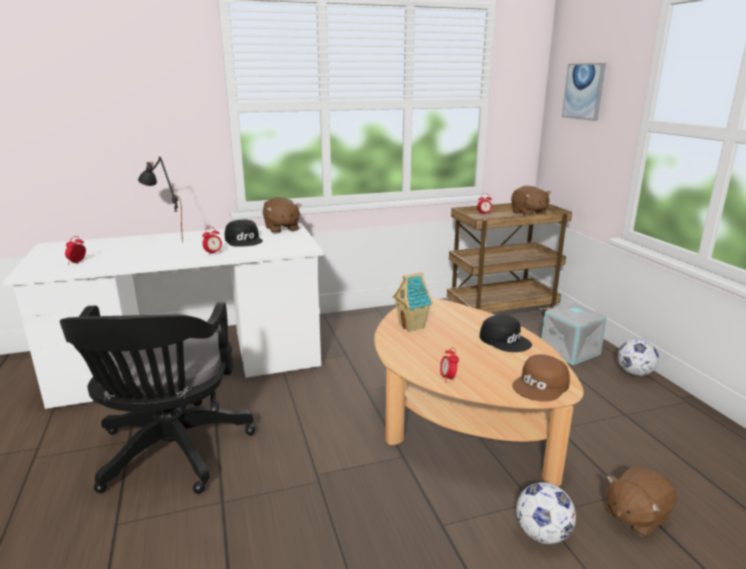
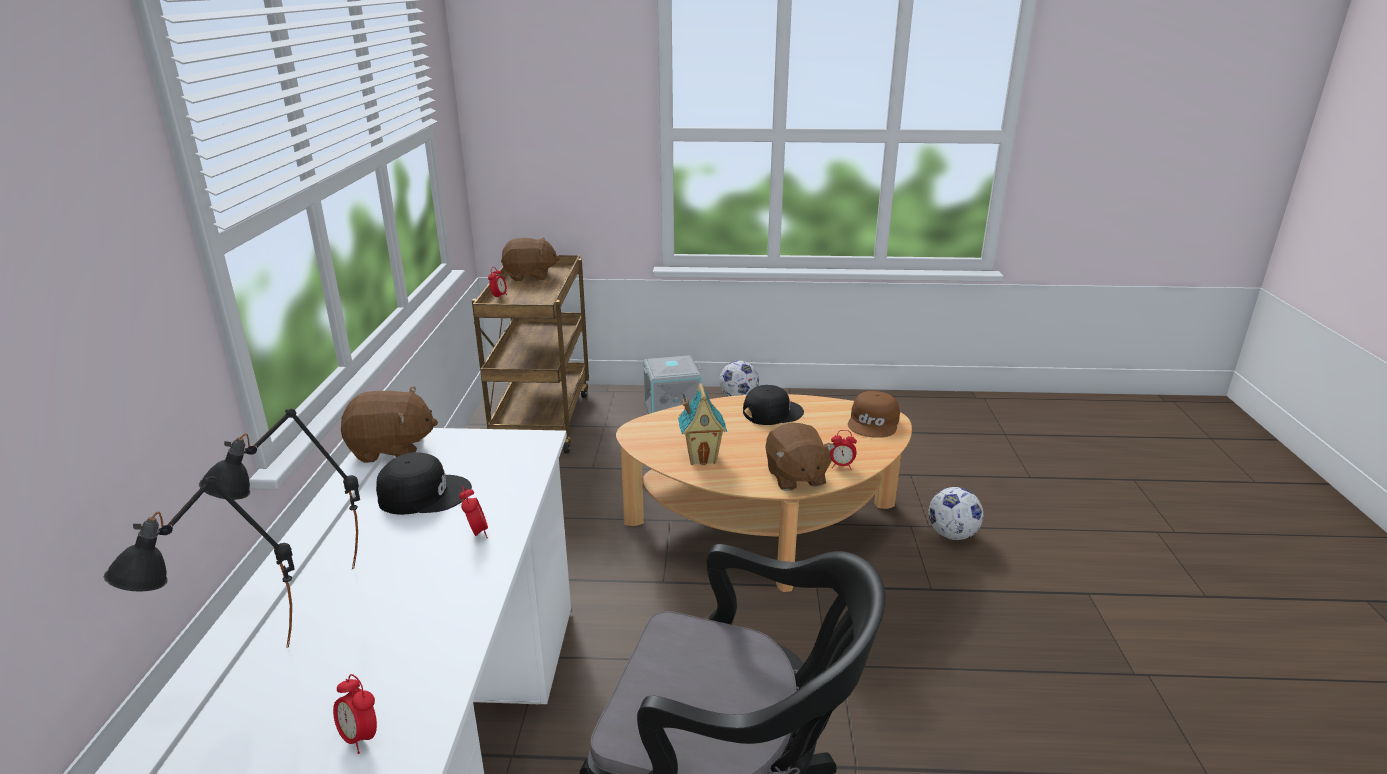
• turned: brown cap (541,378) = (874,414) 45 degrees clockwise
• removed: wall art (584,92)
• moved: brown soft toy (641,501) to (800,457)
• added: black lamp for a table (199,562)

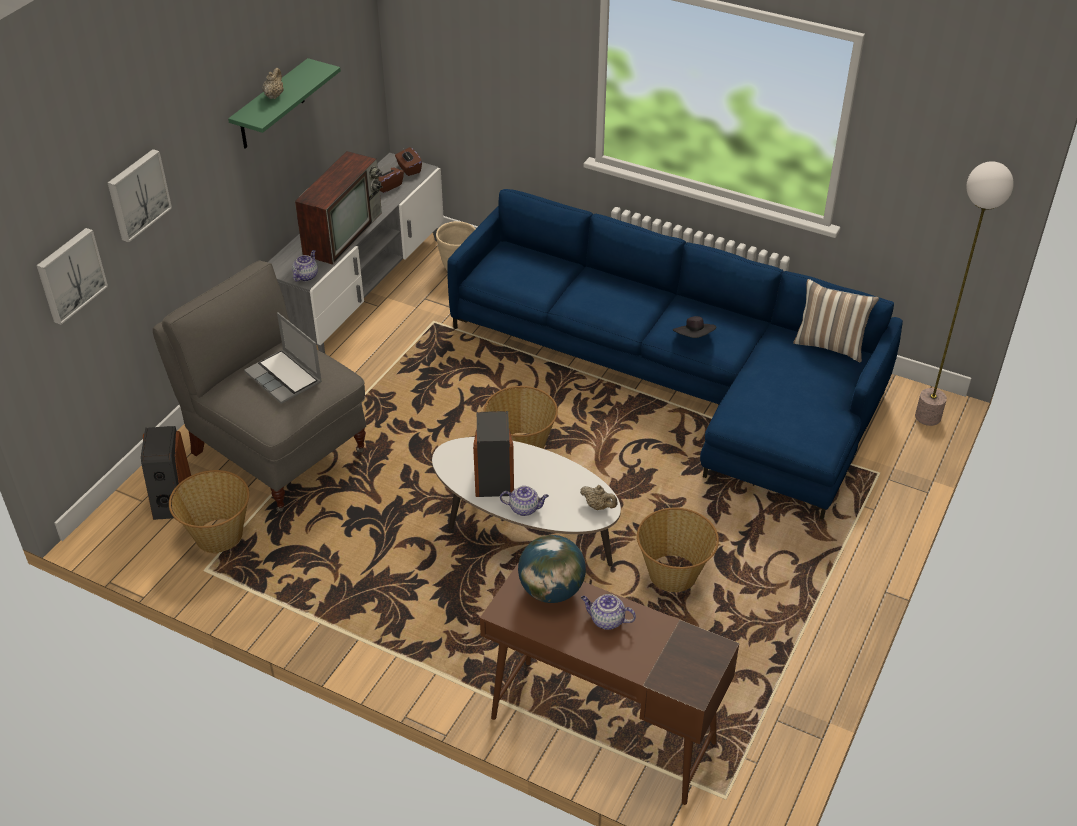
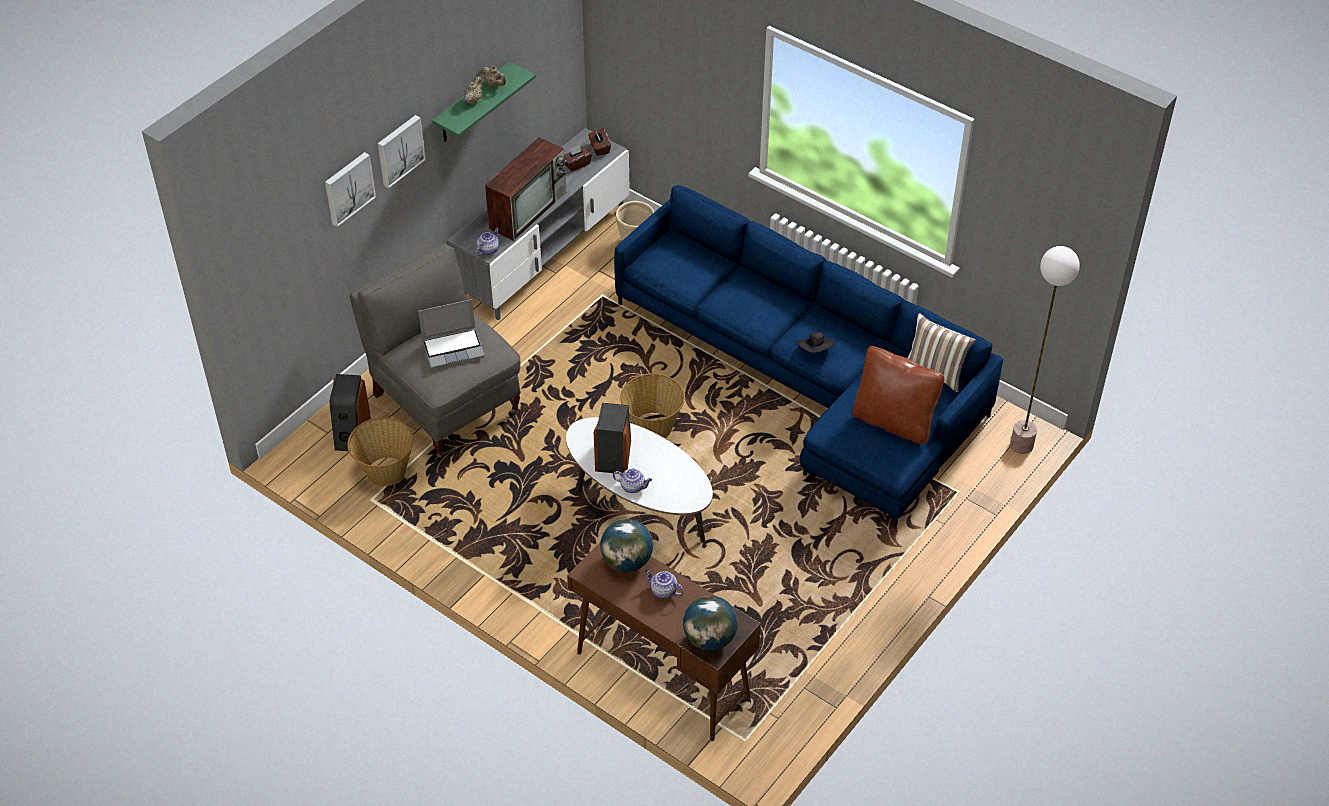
• moved: wall art (72,276) to (402,151)
• turned: notebook computer (283,358) = (451,334) 75 degrees counterclockwise
• moved: beige tea pot (598,497) to (493,75)
• removed: basket (678,550)
• added: desk globe (710,623)
• added: brown pillow (898,395)

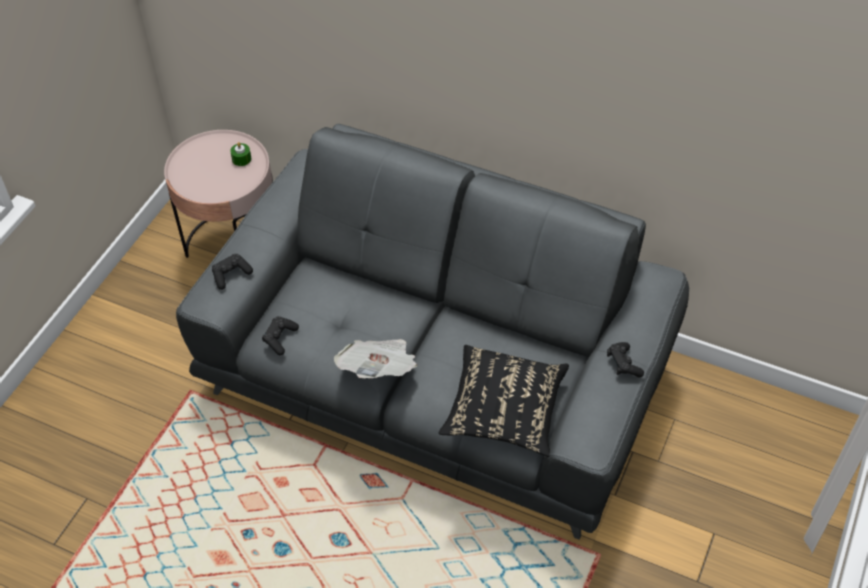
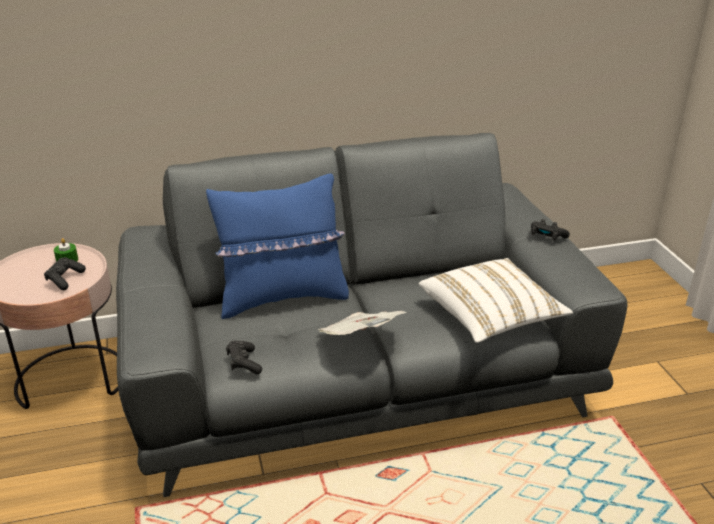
• moved: black game controller (232,272) to (65,273)
• recoloured: black pillow (504,401) to whitish pillow (495,300)
• added: bluish pillow (277,246)

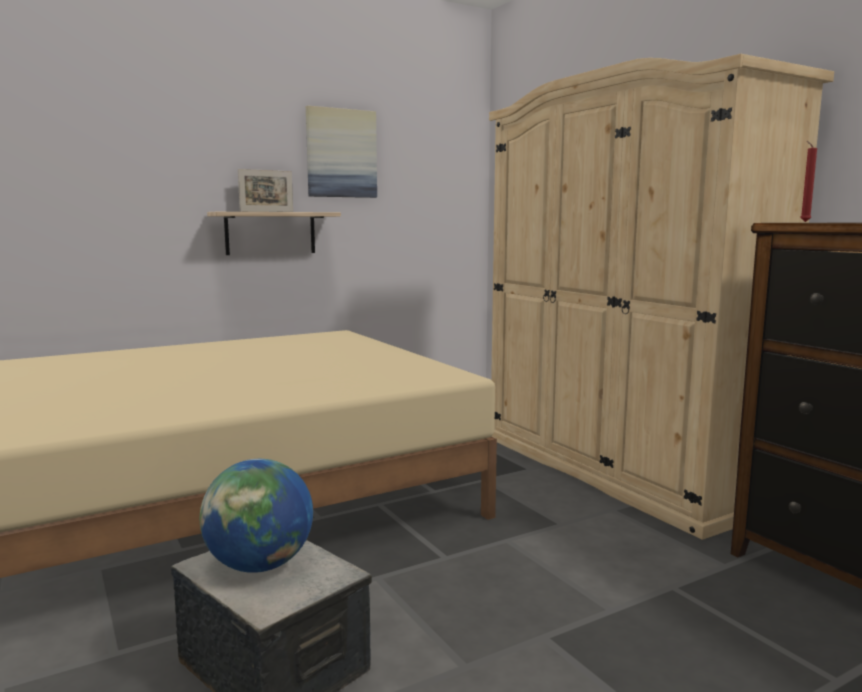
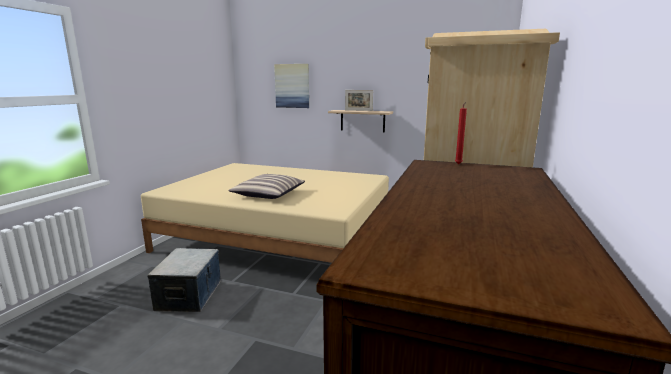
• removed: desk globe (256,516)
• moved: wall art (341,152) to (291,86)
• added: pillow (266,186)

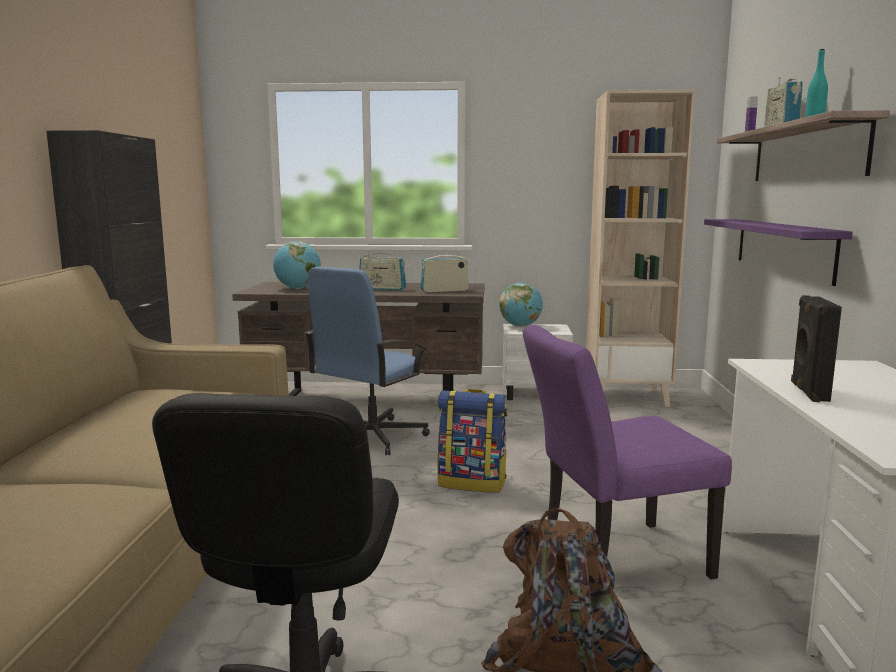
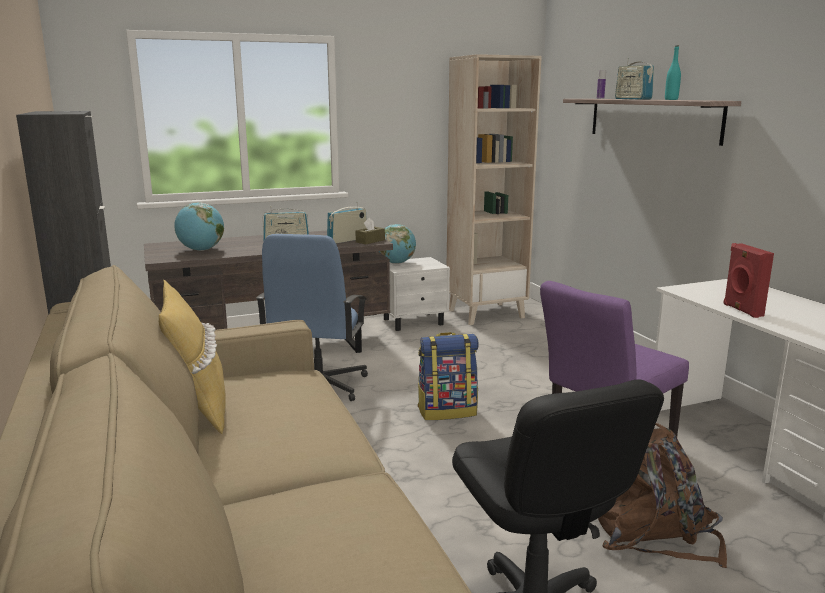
• removed: purplish wall shelf (778,252)
• recoloured: black speaker (816,348) to red speaker (749,280)
• added: yellow pillow (192,357)
• added: brown tissue holder (370,231)

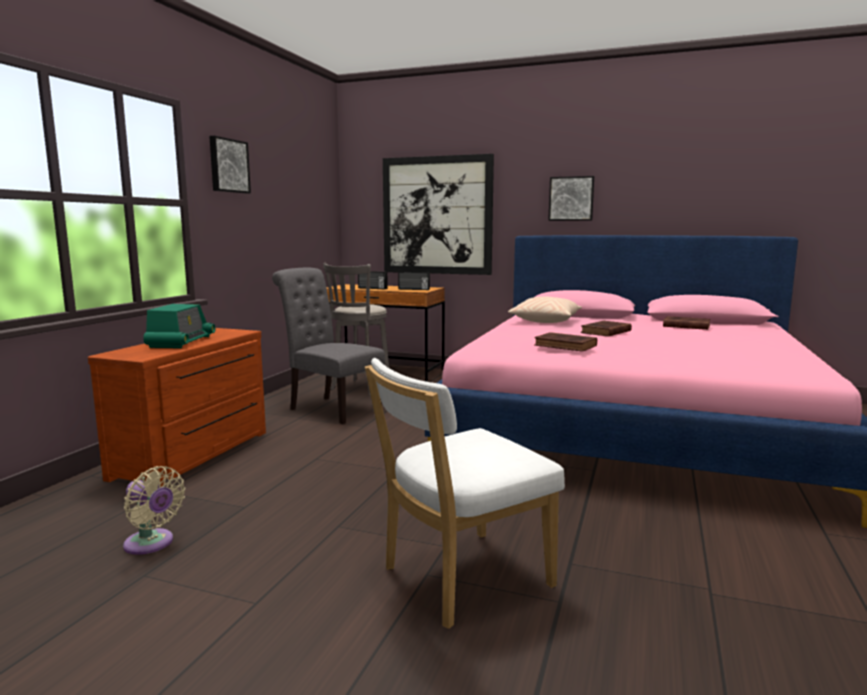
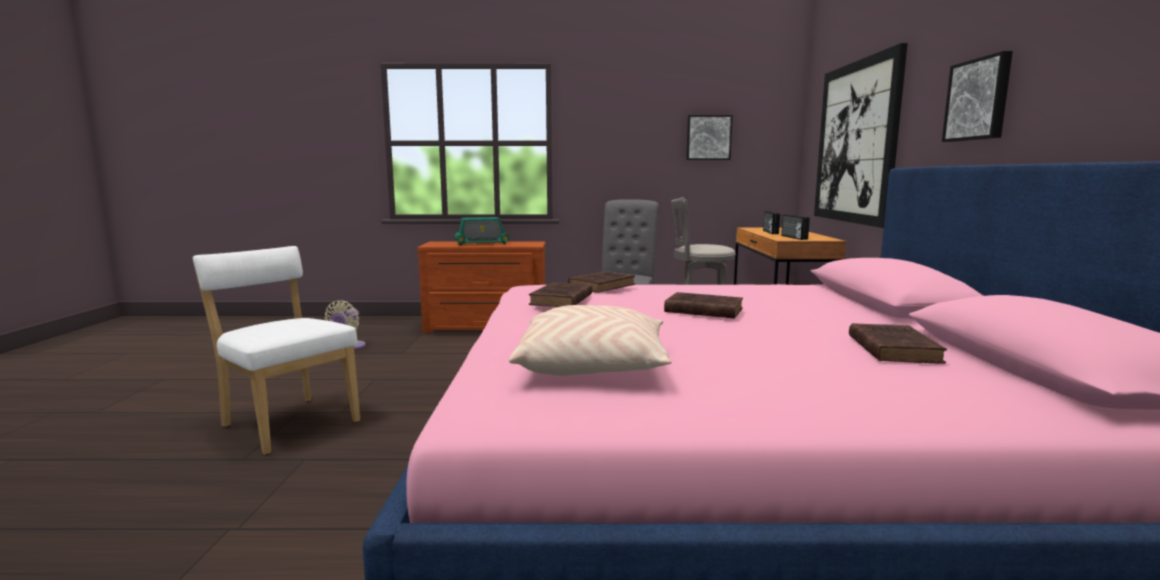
• moved: wall art (230,164) to (709,137)
• moved: beige pillow (545,309) to (590,340)
• added: brown volume (601,282)

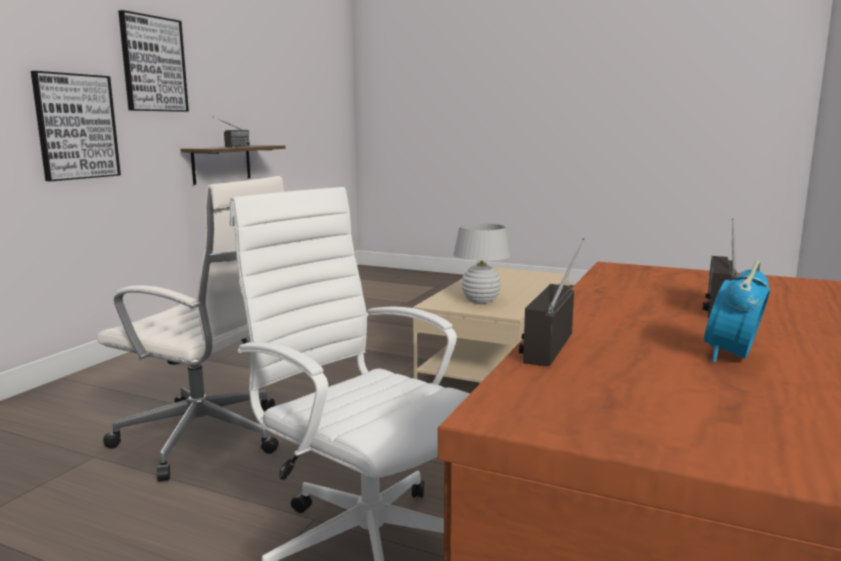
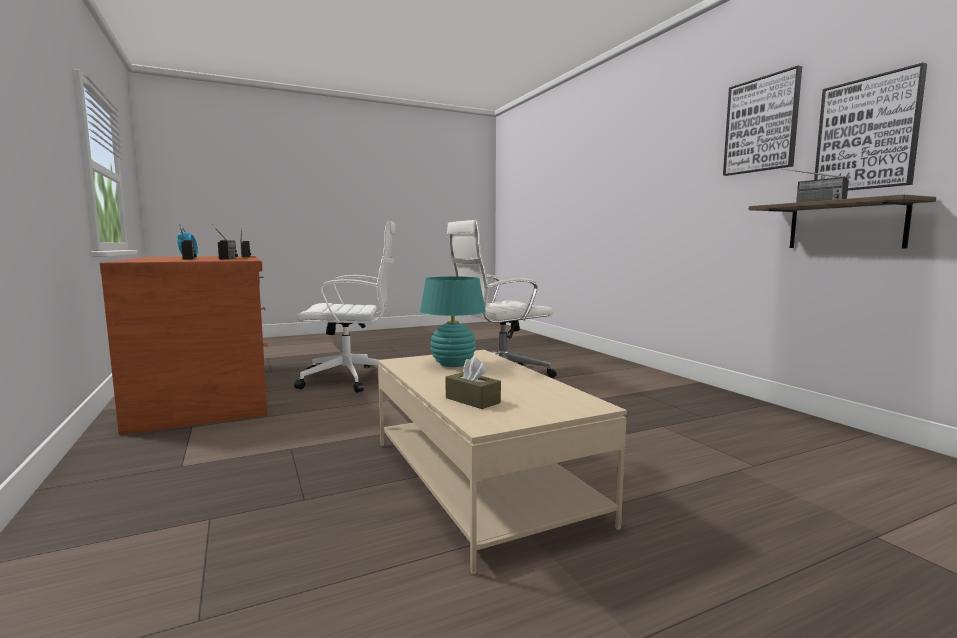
• moved: wall art (76,126) to (870,126)
• recoloured: whitish lamp for a table (482,263) to turquoise-coloured lamp for a table (453,321)
• added: radio set (225,242)
• added: brown tissue holder (473,383)

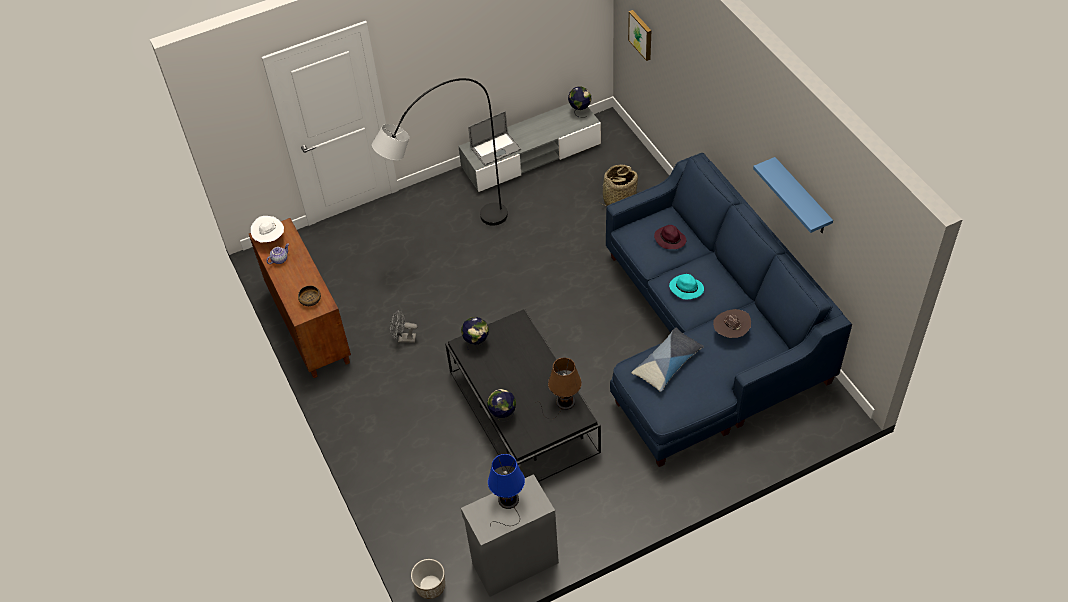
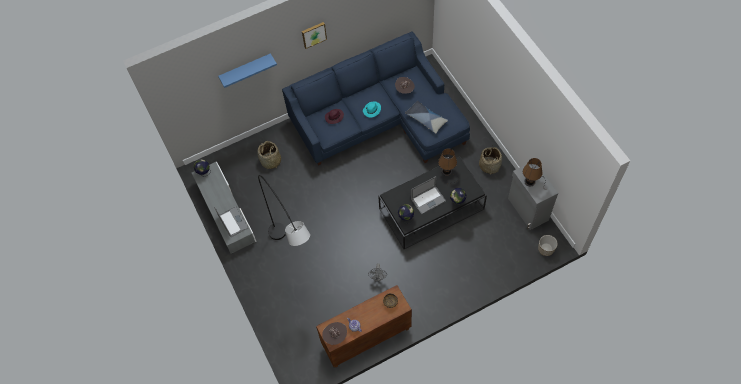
• recoloured: whitish wearable hat (267,229) to brown wearable hat (334,333)
• recoloured: bluish lamp for a table (506,490) to brown lamp for a table (534,172)
• moved: wall art (639,35) to (314,35)
• moved: bluish wall shelf (793,195) to (247,70)
• added: notebook computer (428,195)
• added: basket (490,161)

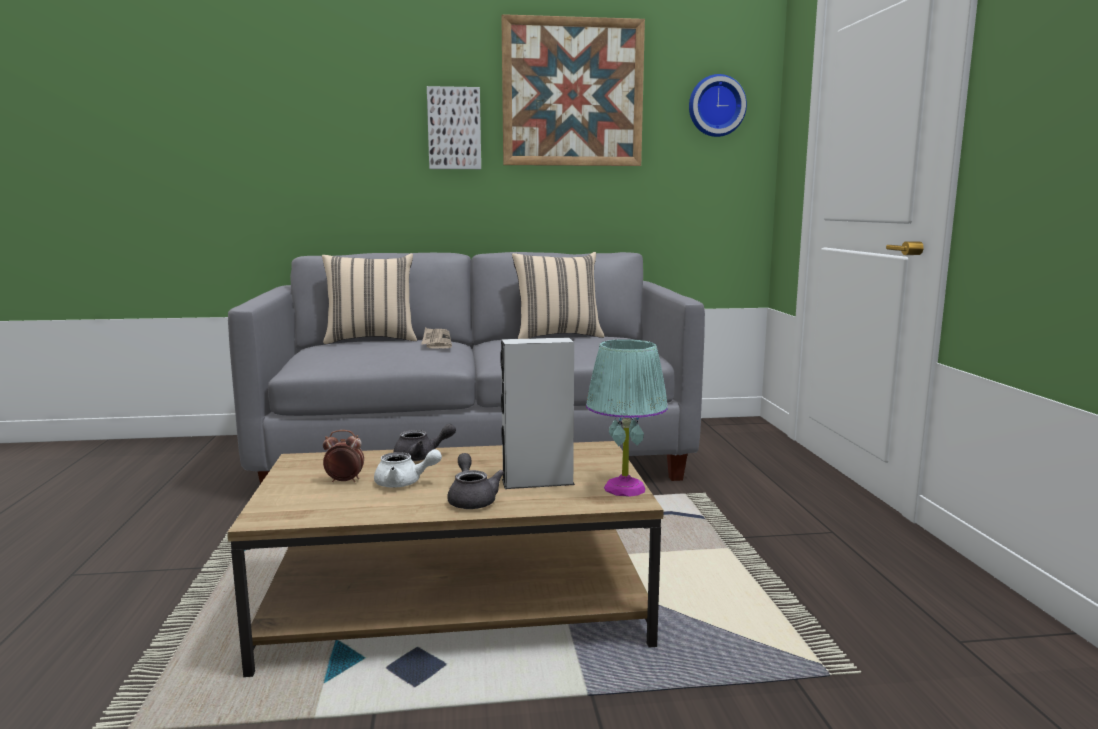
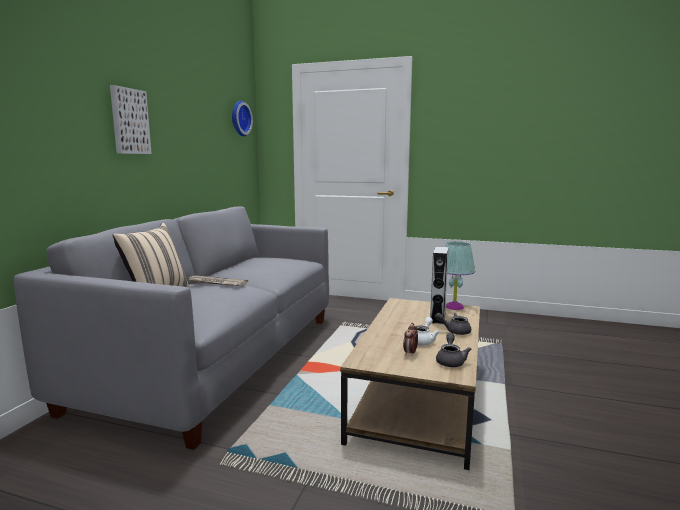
• moved: gray tea pot (424,442) to (453,350)
• removed: wall art (573,90)
• removed: beige pillow (558,295)

